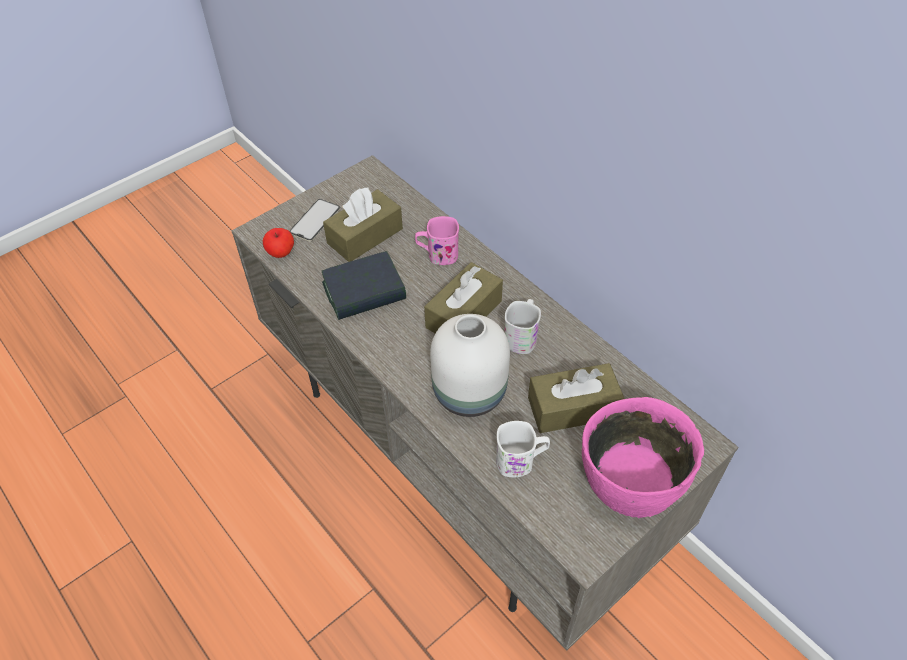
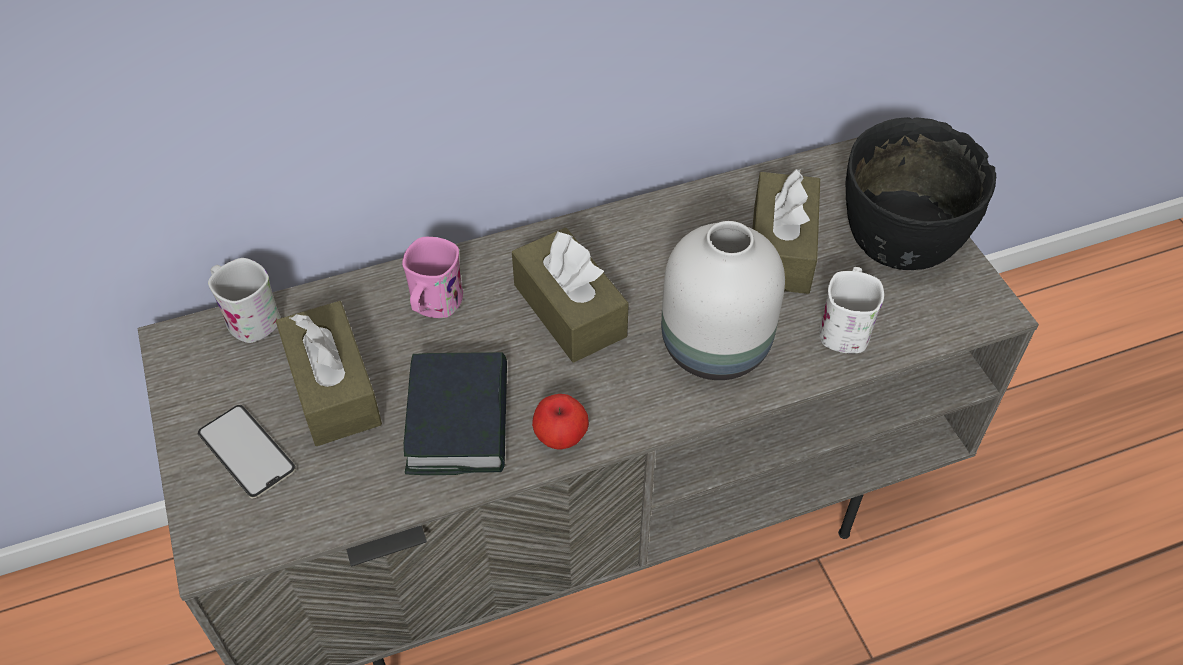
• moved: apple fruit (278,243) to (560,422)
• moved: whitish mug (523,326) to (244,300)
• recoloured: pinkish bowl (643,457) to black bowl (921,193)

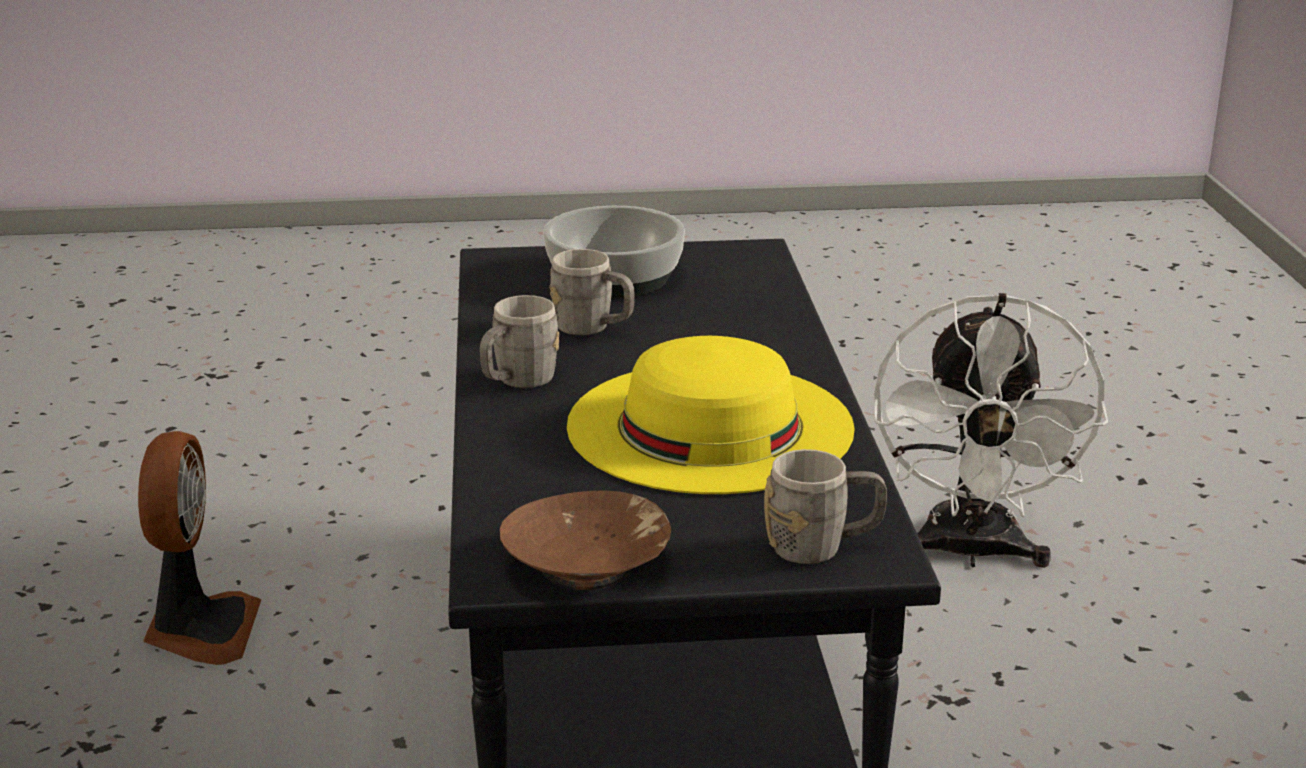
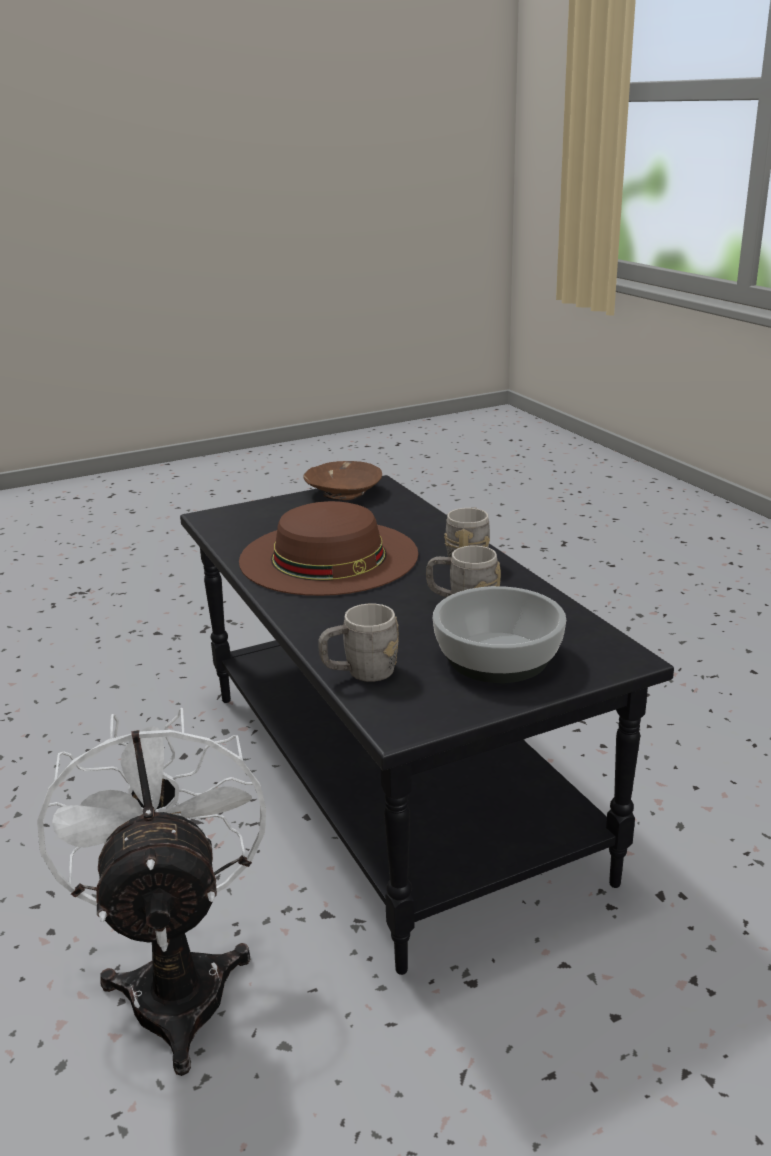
• removed: fan (199,548)
• recoloured: yellow wearable hat (711,415) to brown wearable hat (328,548)
• moved: gray mug (825,506) to (358,643)

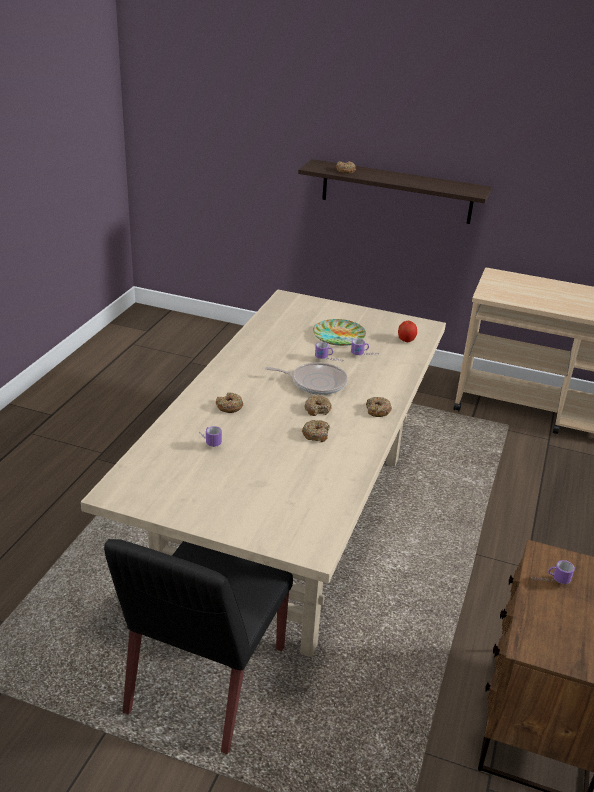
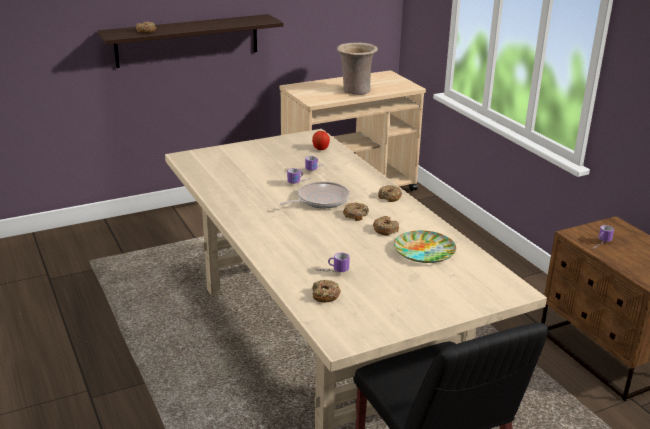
• moved: doughnut (229,402) to (326,291)
• moved: dinner plate (339,332) to (425,247)
• added: beige vase (357,69)

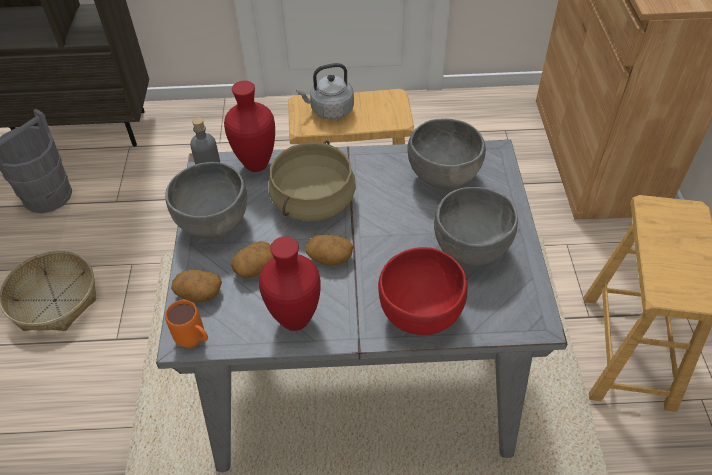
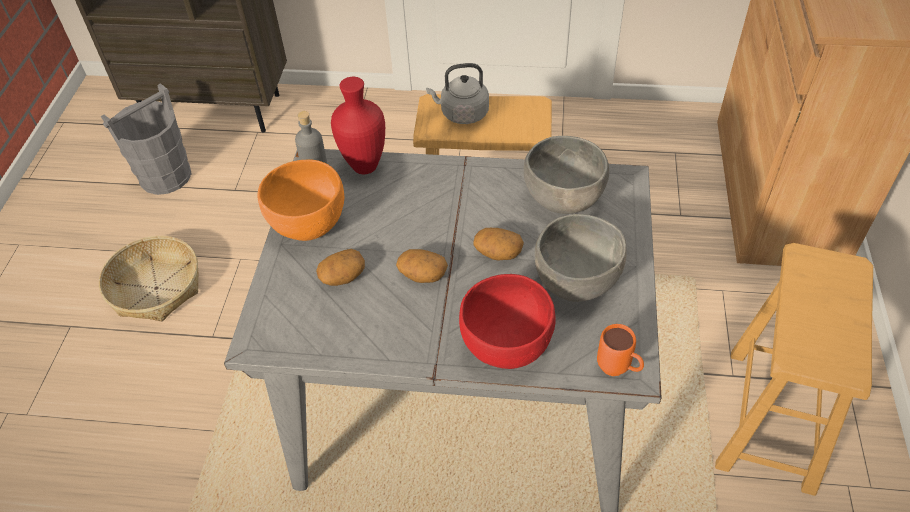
• recoloured: gray bowl (206,200) to orangey bowl (301,200)
• moved: orangey mug (186,324) to (620,350)
• moved: whole potato (196,286) to (498,244)
• removed: red vase (289,283)
• removed: beige saucepot (312,180)

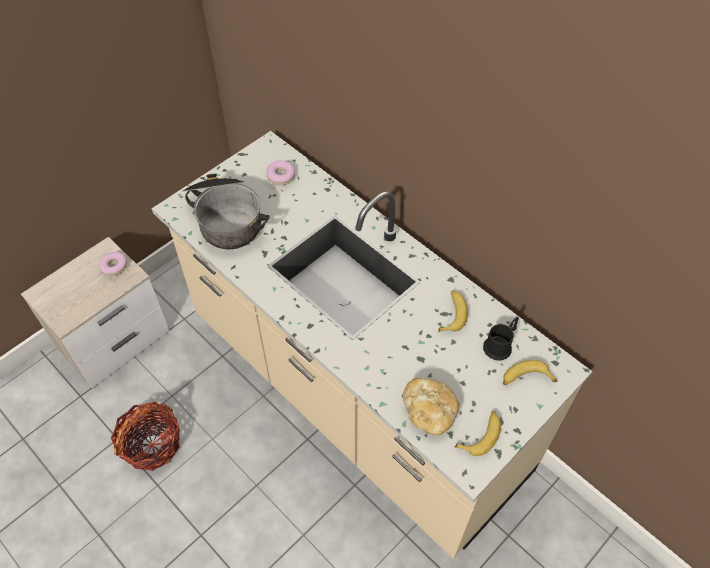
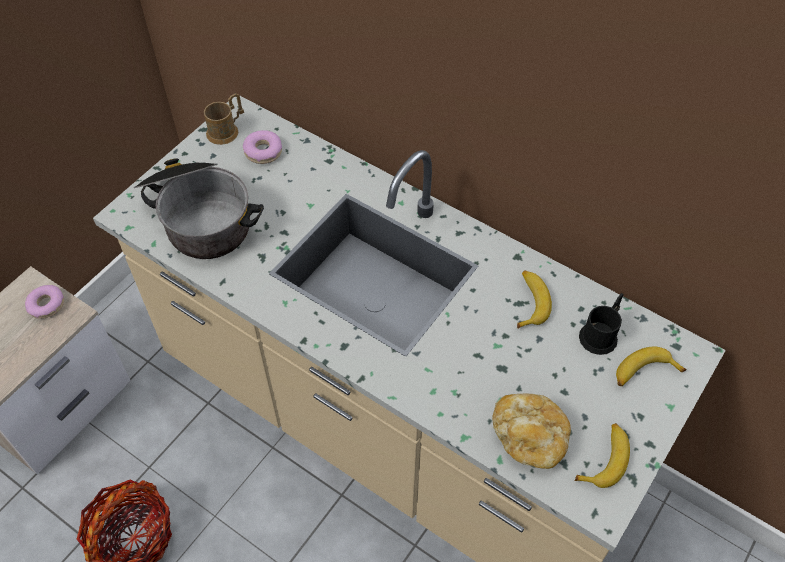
• added: brown mug (224,119)

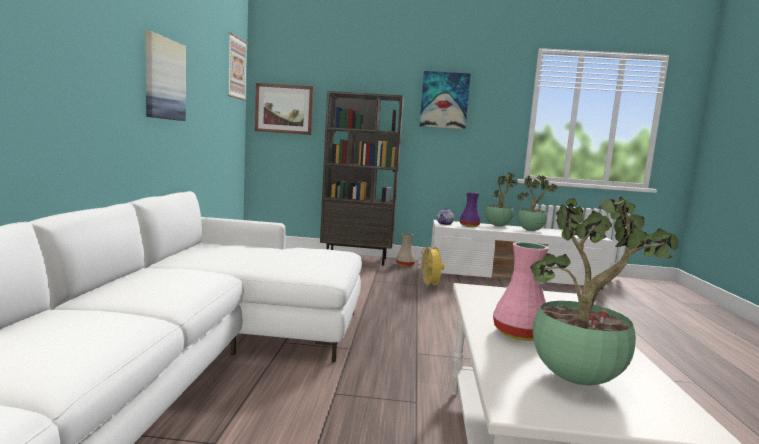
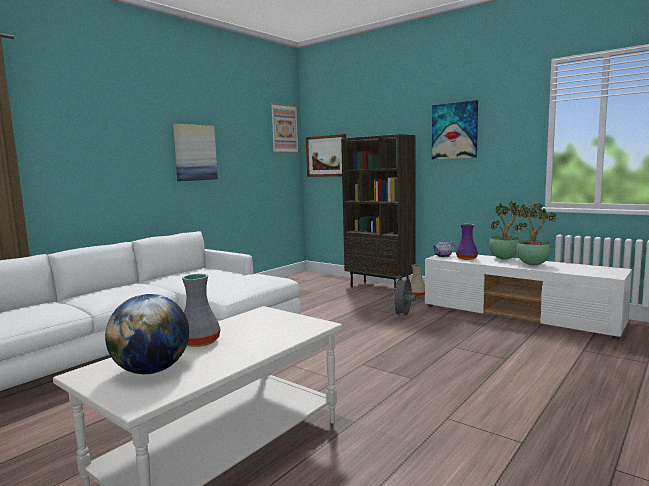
• recoloured: yellow fan (431,266) to gray fan (403,296)
• recoloured: pinkish vase (521,291) to gray vase (201,310)
• replaced: plant in a pot (604,291) to desk globe (147,334)

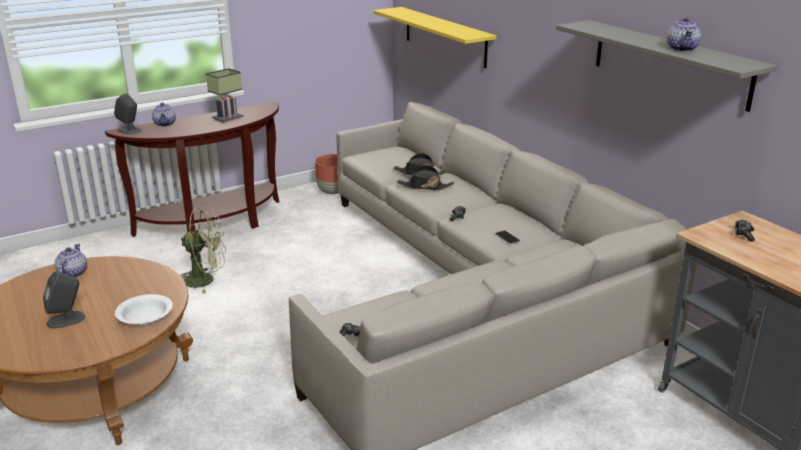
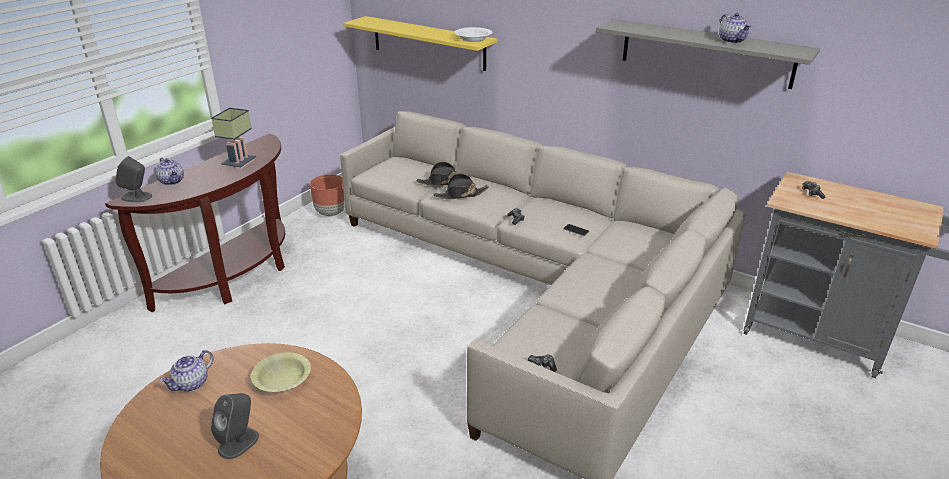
• turned: tea pot (71,260) = (186,371) 120 degrees counterclockwise
• moved: whitish bowl (144,310) to (473,34)
• removed: green fan (203,250)
• added: yellow bowl (281,372)

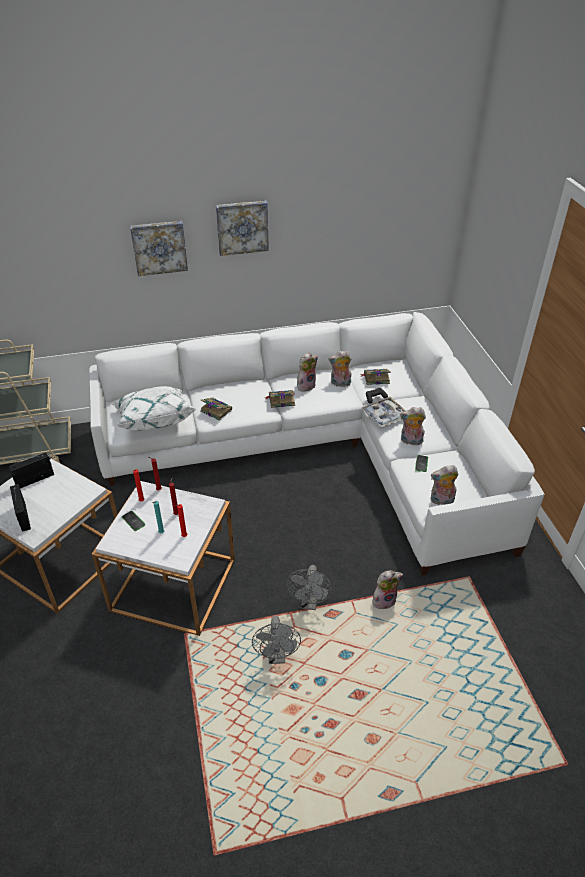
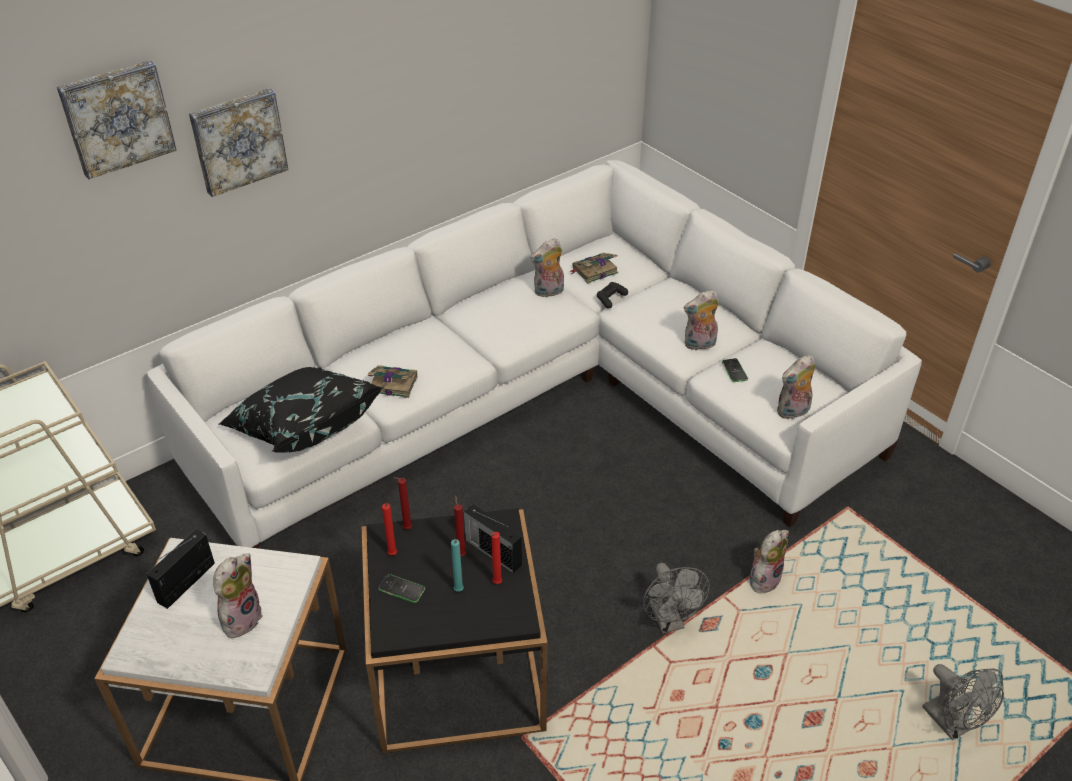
• moved: radio set (20,508) to (493,538)
• recoloured: whitish side table (163,558) to black side table (454,631)
• recoloured: whitish pillow (154,408) to black pillow (301,410)
• moved: wall art (242,228) to (117,119)
• moved: gray fan (276,640) to (963,702)
• removed: volume (280,399)
• moved: soft toy (307,372) to (238,595)
• removed: tray (383,412)

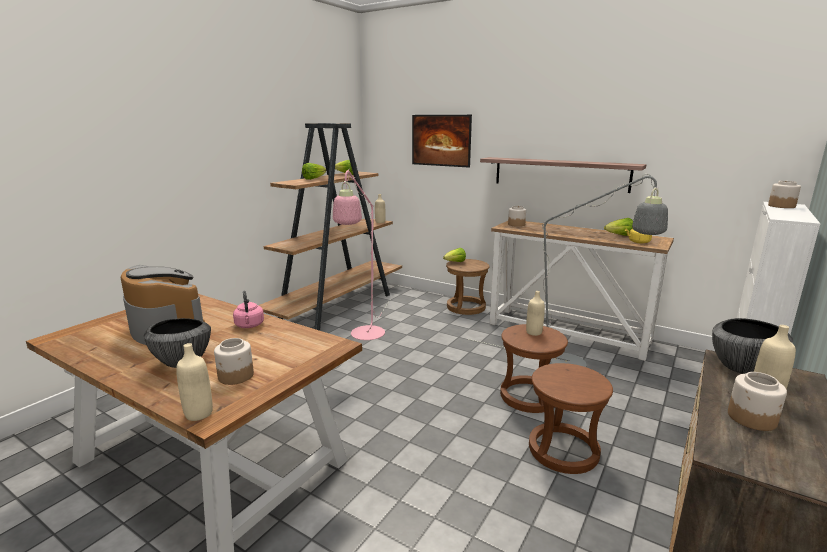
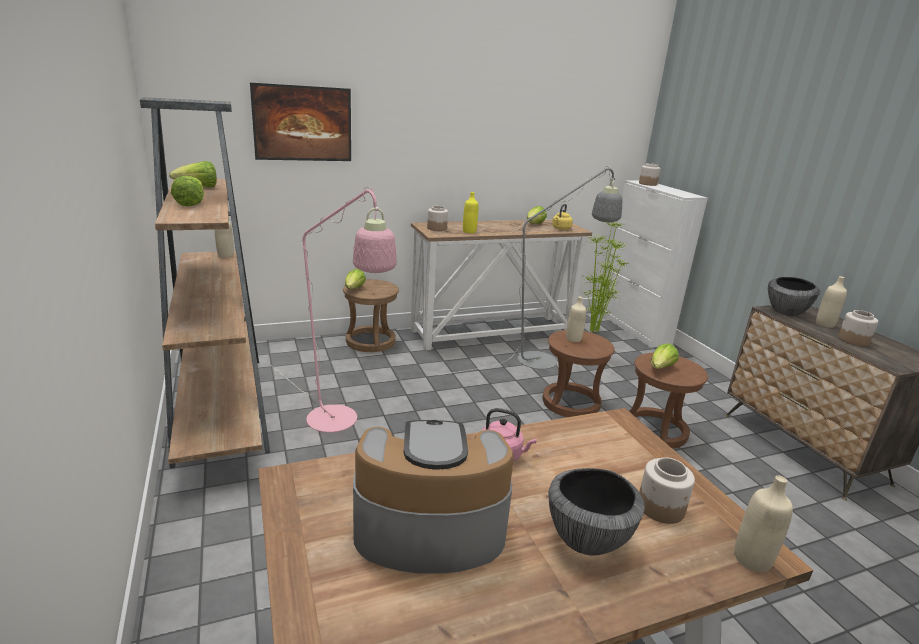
• removed: wall shelf (563,175)
• added: yellow bottle (470,212)
• added: plant in a pot (606,277)
• added: lettuce (665,356)

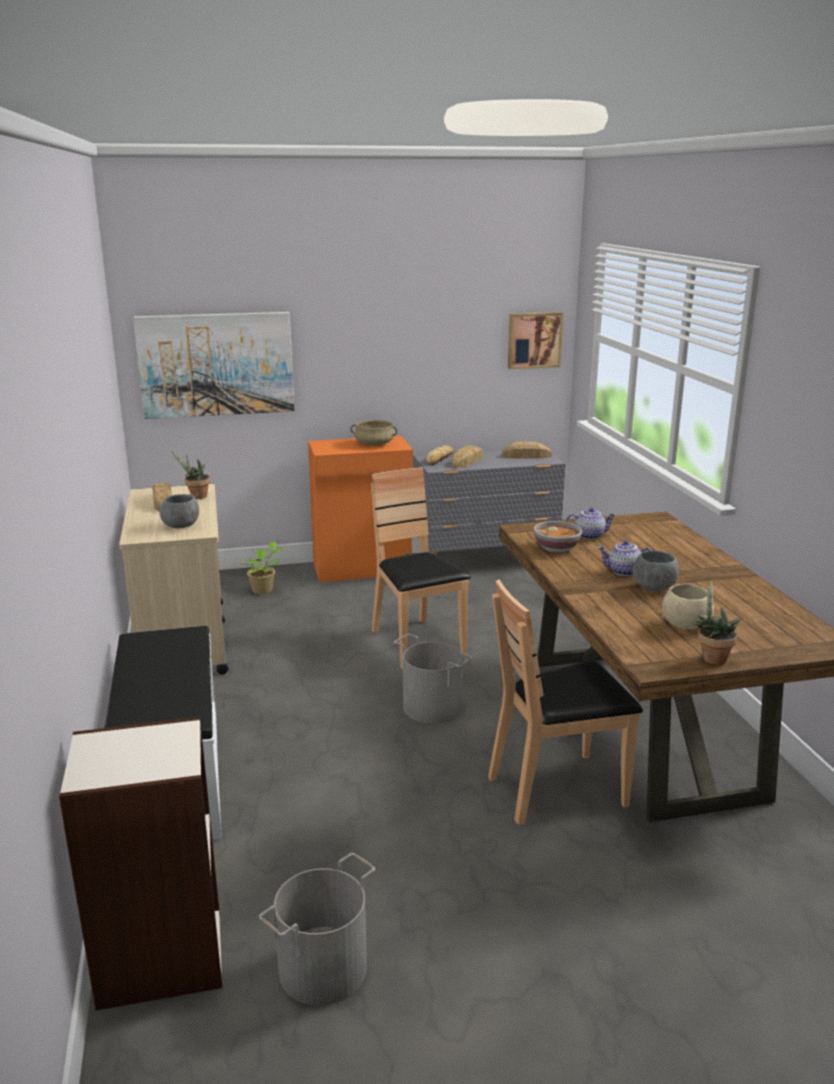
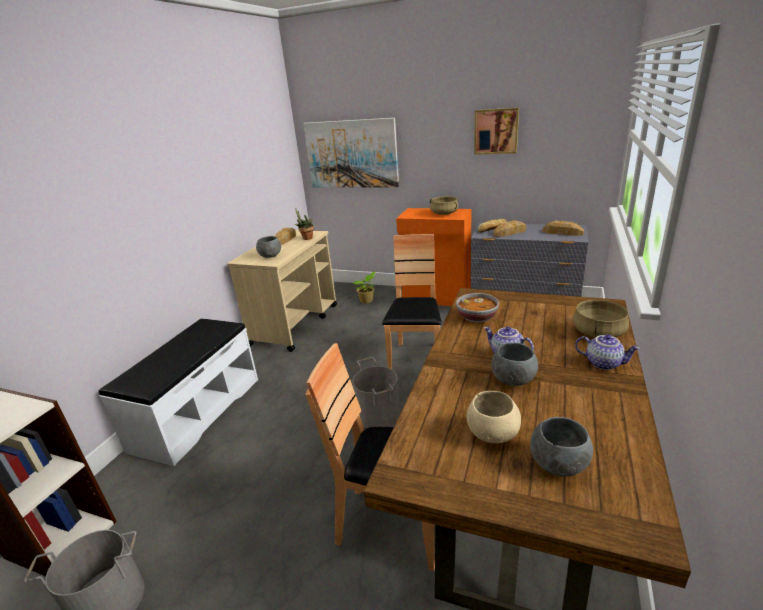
• moved: wall art (535,340) to (496,131)
• moved: tea pot (590,523) to (607,352)
• removed: plant in a pot (716,623)
• added: gray bowl (561,447)
• added: beige saucepot (600,319)

